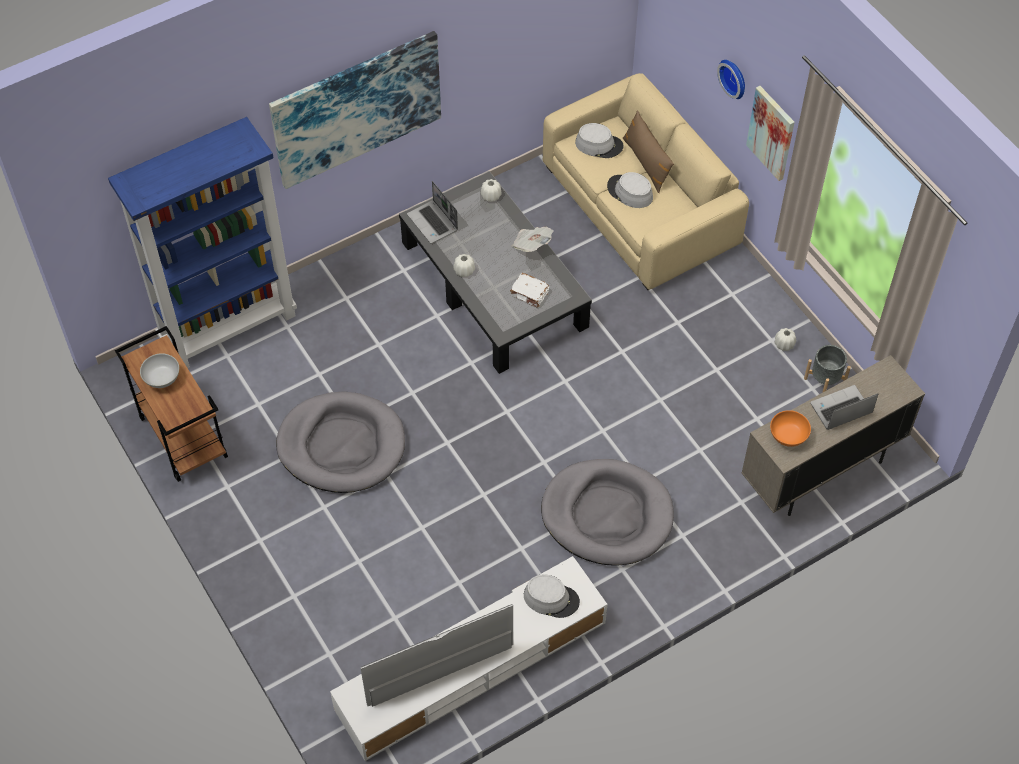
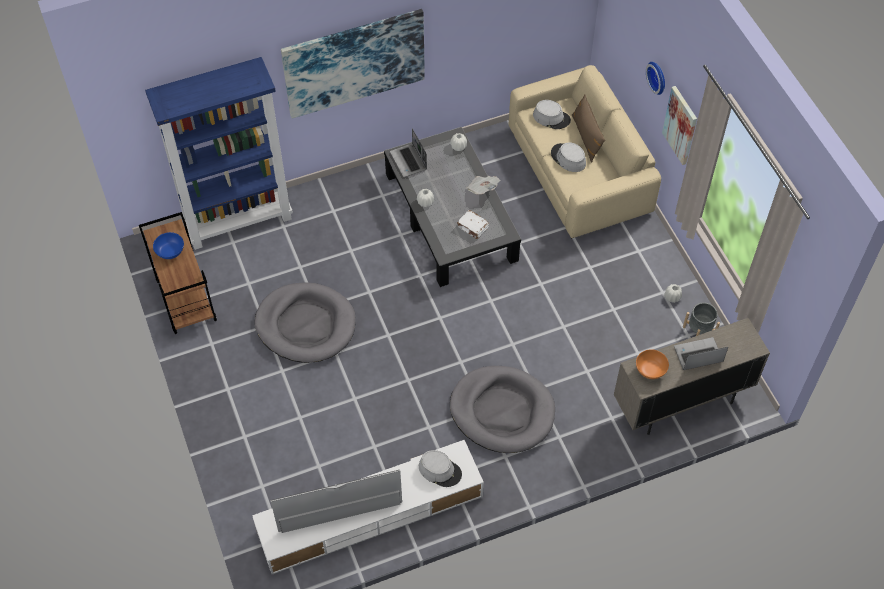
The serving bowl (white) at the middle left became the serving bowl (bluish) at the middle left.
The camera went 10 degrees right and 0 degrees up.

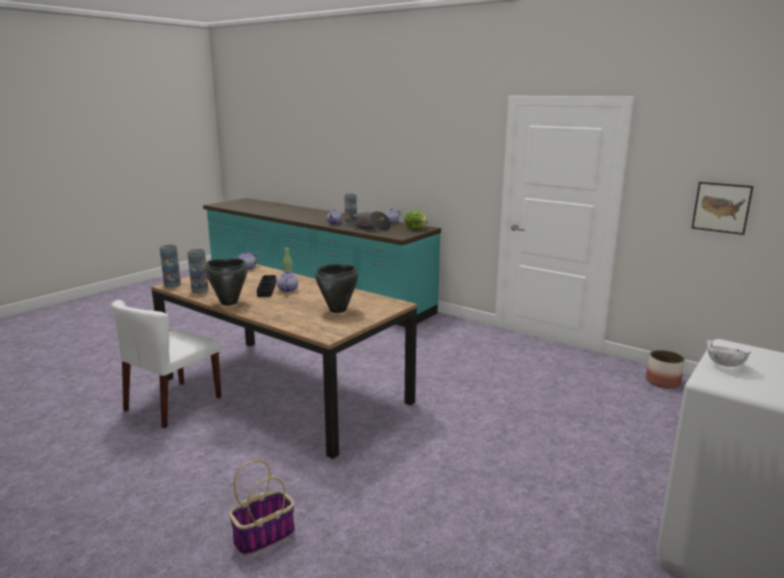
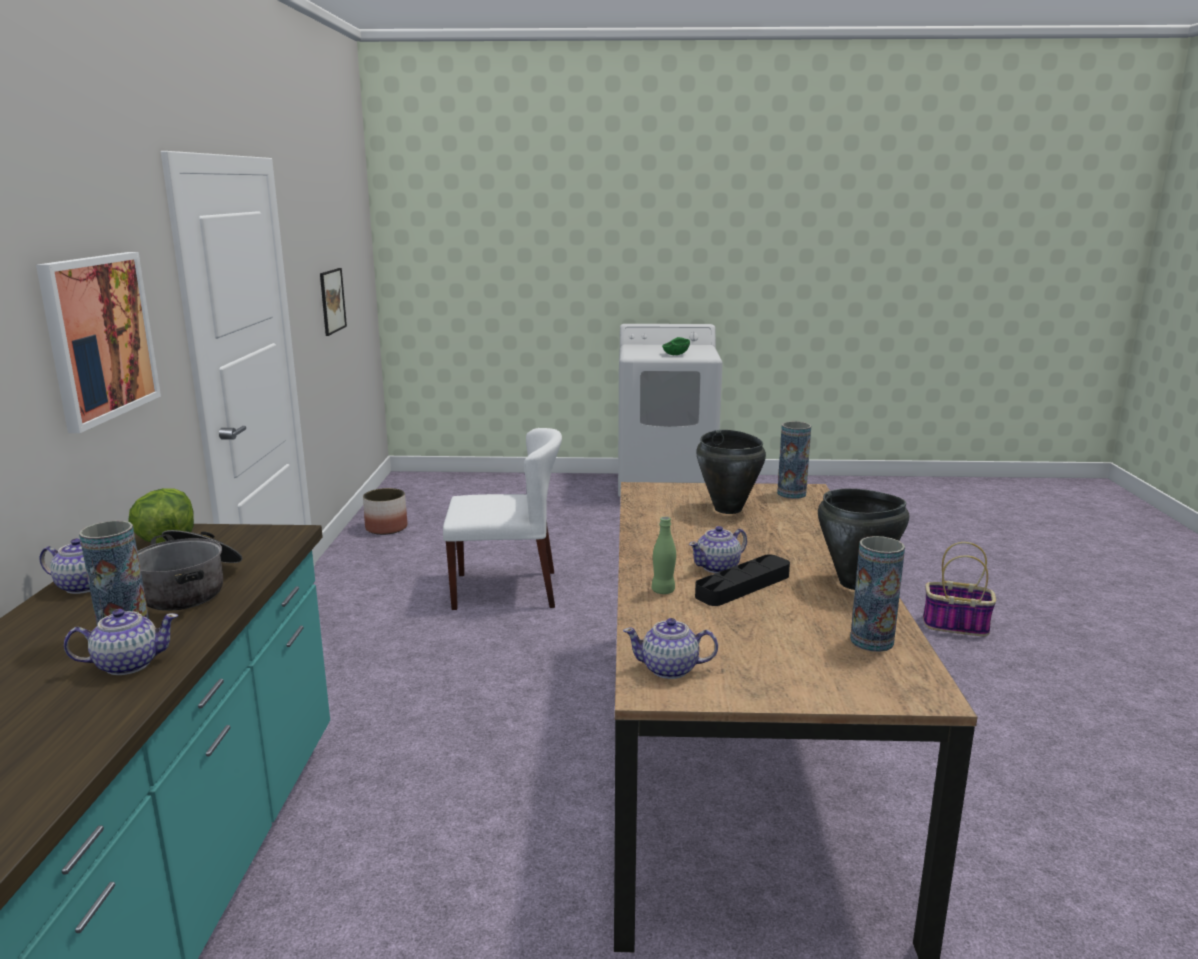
The flower vase (no. 1 from left in the first image) moved from the middle left to the centre.
The chair (white) moved from the middle left to the centre.
The serving bowl (white) at the middle right became the serving bowl (green) at the centre.
The wall picture (no. 1 from left) at the middle left appeared.
The camera went 125 degrees left and 0 degrees up.

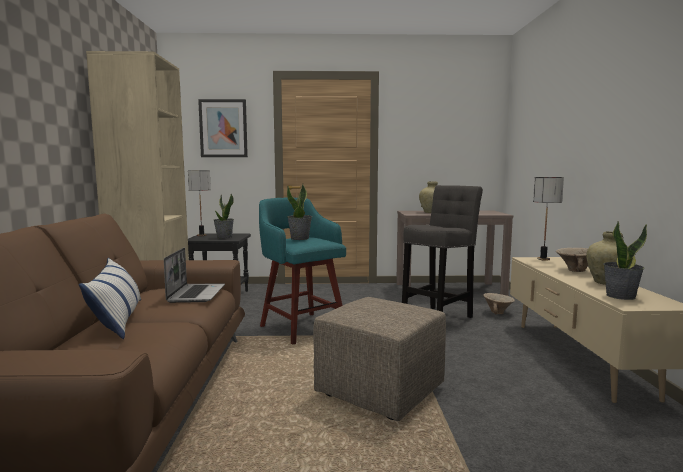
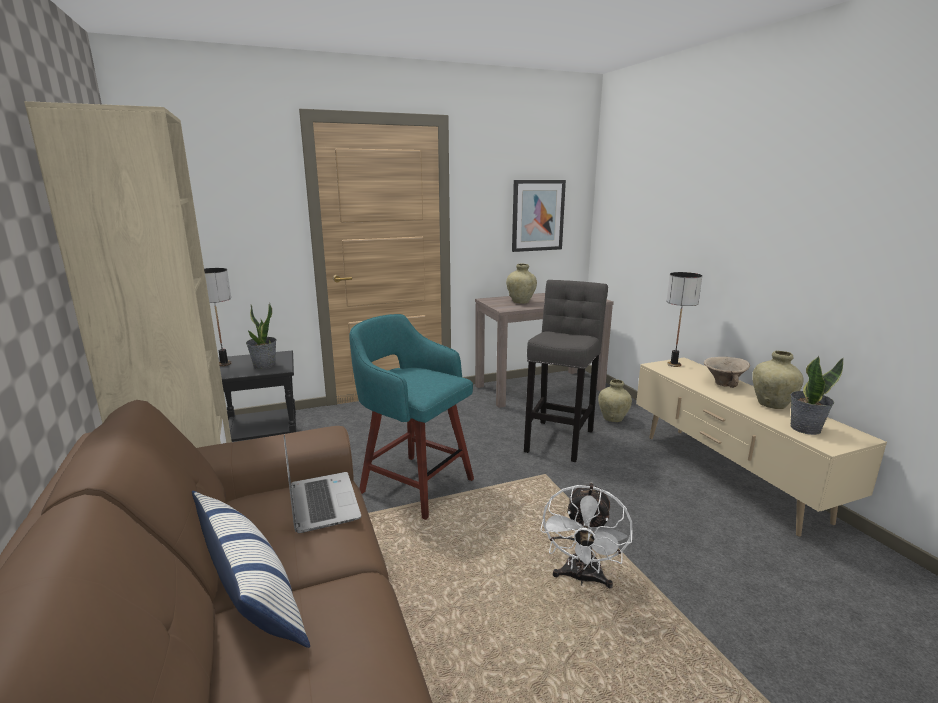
The wall picture moved from the top left to the top centre.
The houseplant (no. 2 from left) at the centre disappeared.
The serving bowl (sand-coloured) (no. 1 from left) at the middle right was replaced by the flower vase (sand-coloured) (no. 2 from left) at the centre.
The pouffe (sand-coloured) at the bottom centre was replaced by the electric fan (white) at the bottom centre.
The camera went 20 degrees left and 10 degrees up.

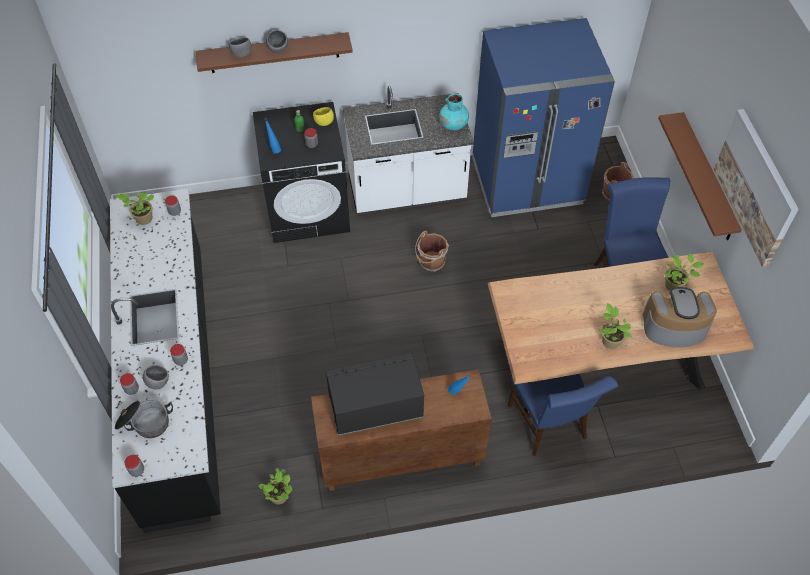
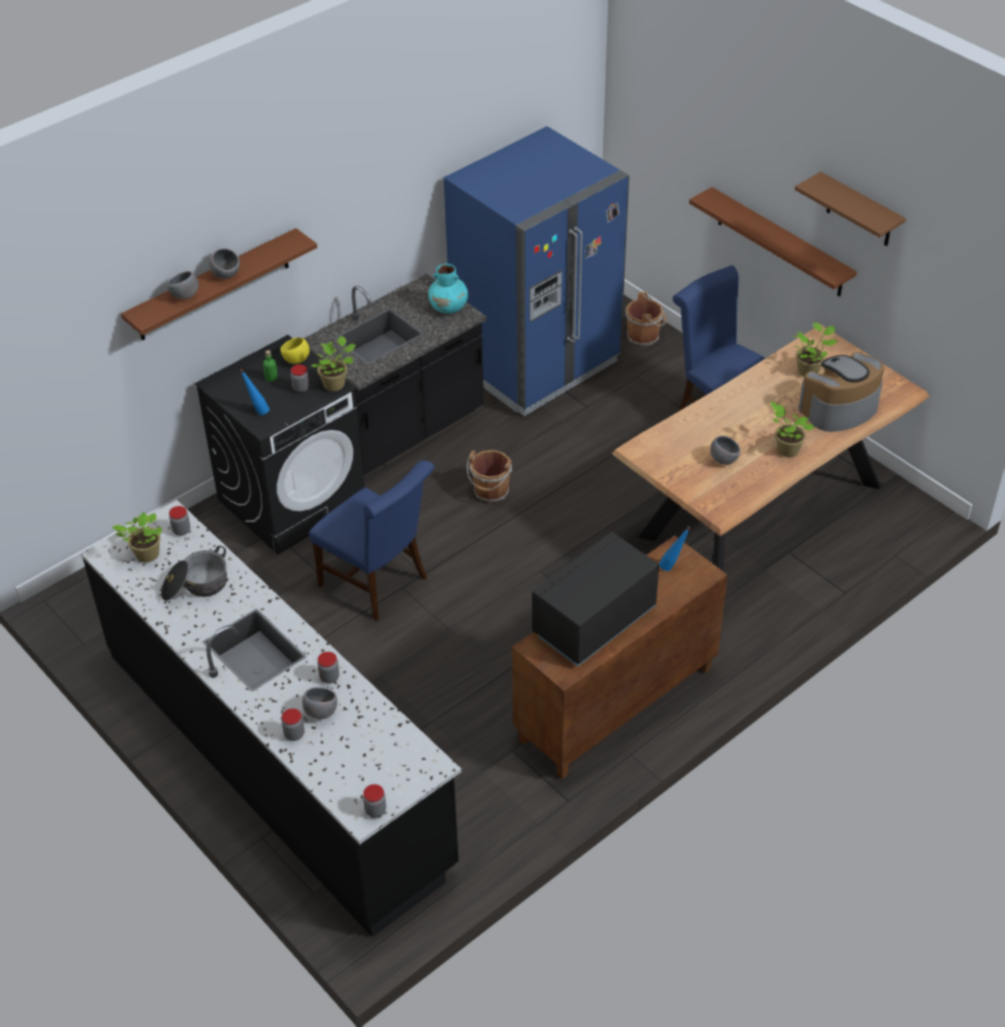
The kitchen counter (white) at the top centre became the kitchen counter (black) (no. 2 from left) at the centre.
The wall picture at the top right was replaced by the bracket shelf (brown-coloured) (no. 3 from left) at the top right.
The chair (bluish) (no. 1 from left) moved from the bottom right to the centre.
The cooking pot moved from the bottom left to the middle left.
The houseplant (no. 2 from left) moved from the bottom centre to the middle left.
The serving bowl (gray) (no. 4 from left) at the middle right appeared.
The camera went 30 degrees left and 10 degrees down.

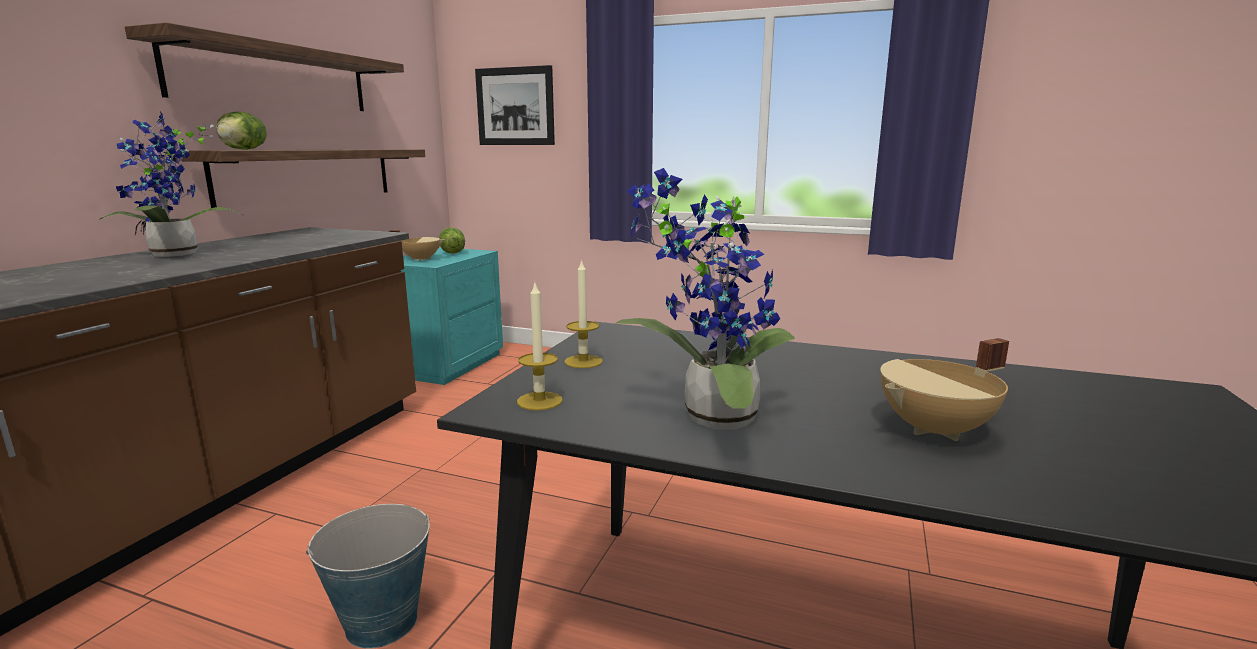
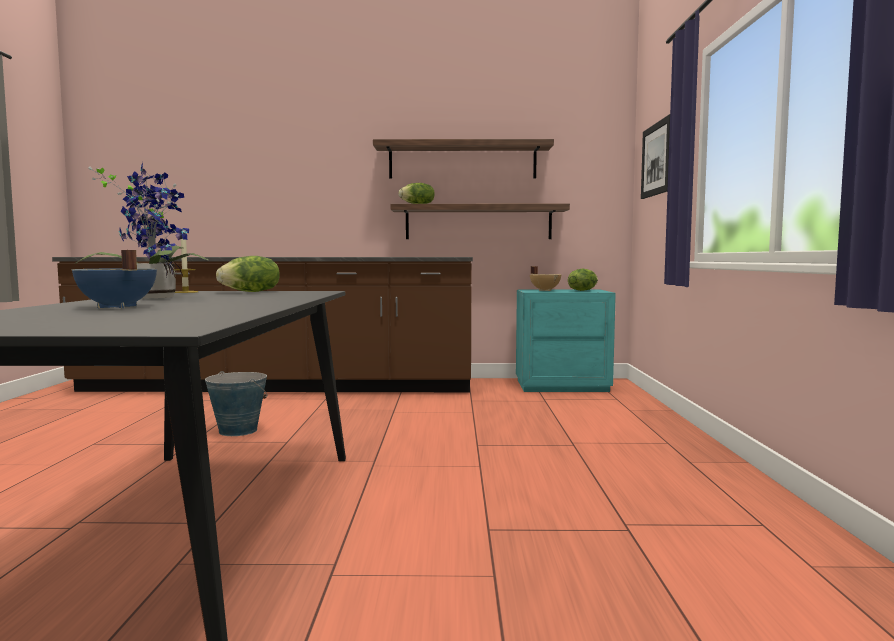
The houseplant (no. 1 from left) at the top left disappeared.
The wax candle (no. 2 from left) at the centre was replaced by the head of lettuce (no. 1 from left) at the middle left.
The cooking pot (sand-coloured) (no. 2 from left) at the middle right became the cooking pot (bluish) at the middle left.
The camera went 70 degrees right and 10 degrees down.

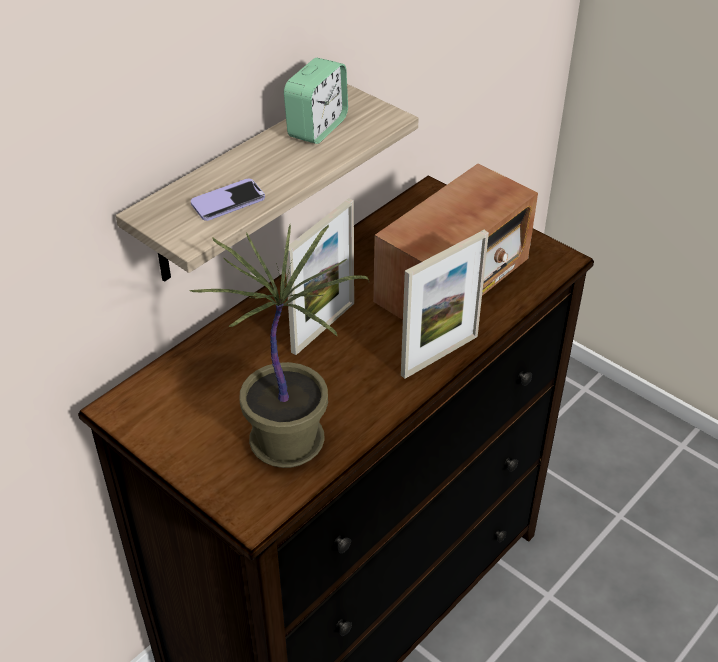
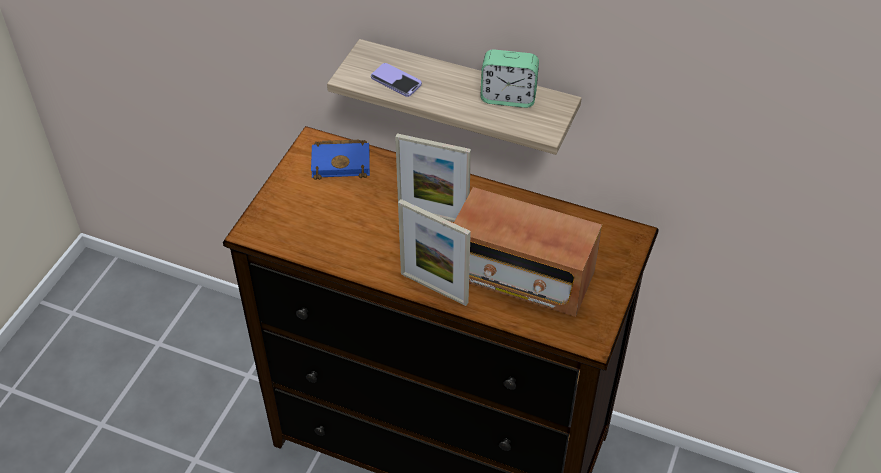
The houseplant at the centre disappeared.
The volume (bluish) at the centre appeared.
The camera went 70 degrees right and 5 degrees up.

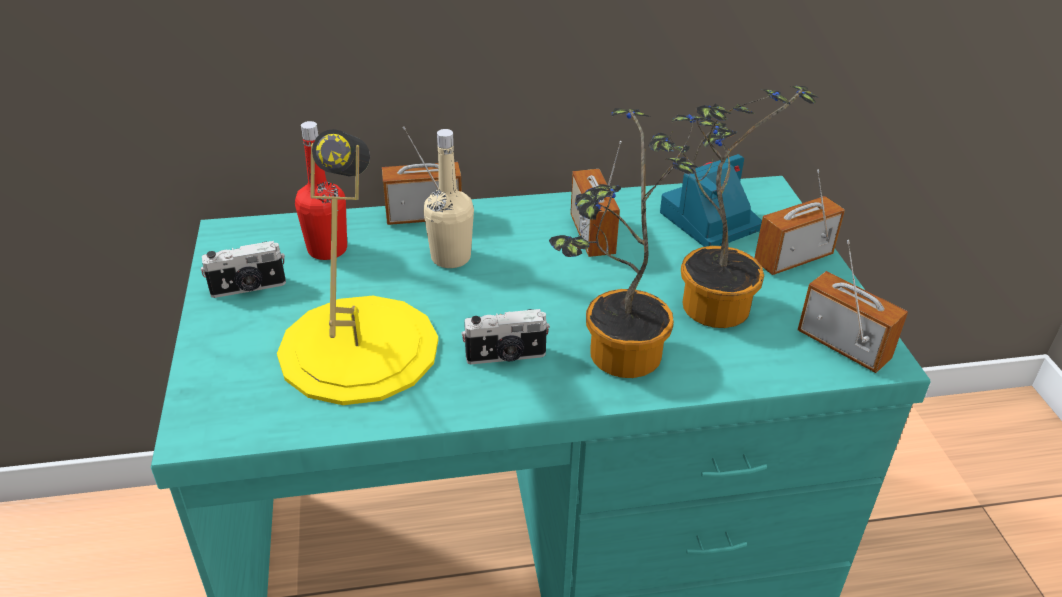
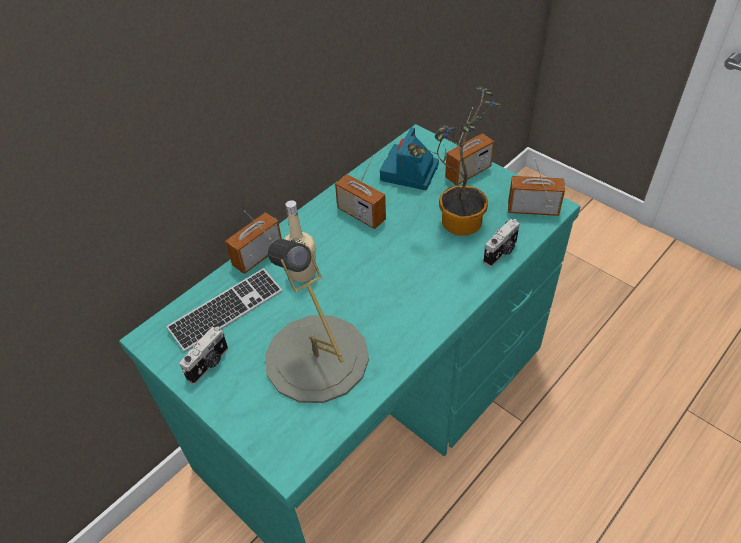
The houseplant (no. 1 from left) at the centre disappeared.
The bottle (red) at the top left was replaced by the computer keyboard at the middle left.
The lamp for a table (yellowish) at the centre became the lamp for a table (gray) at the centre.
The radio receiver (no. 3 from left) at the middle right turned 150 degrees counterclockwise.
The photo camera (no. 2 from left in the first image) moved from the centre to the middle right.
The camera went 35 degrees left and 10 degrees up.

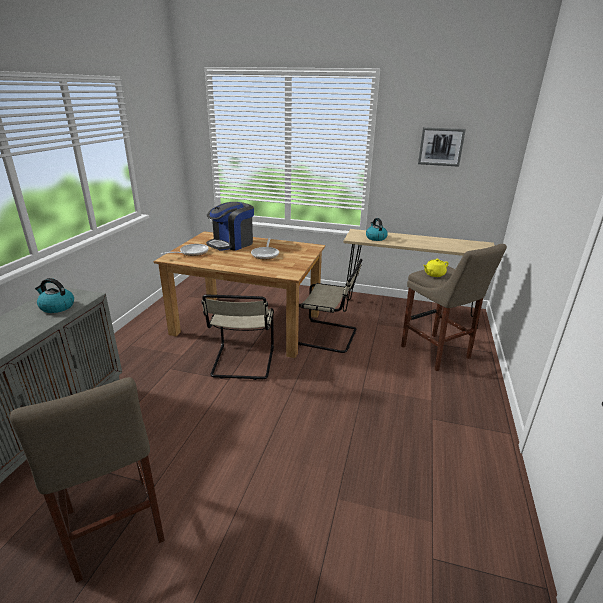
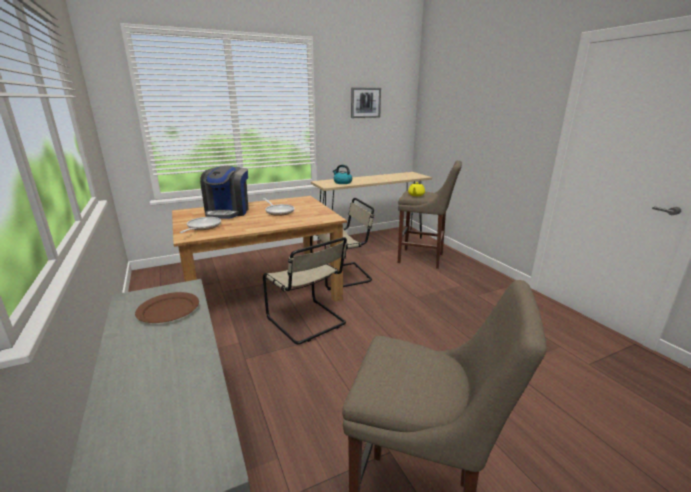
The tea kettle (no. 1 from left) at the middle left was replaced by the plate (brown-coloured) at the middle left.
The camera went 40 degrees left and 5 degrees down.

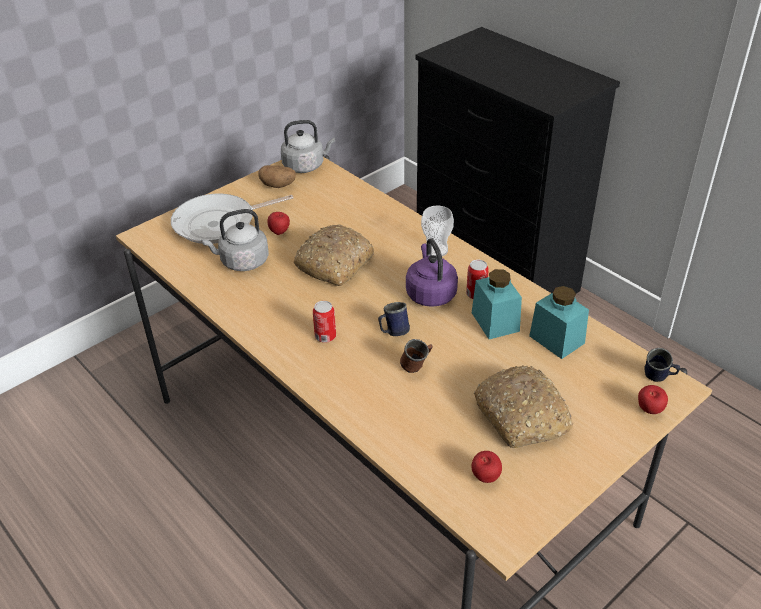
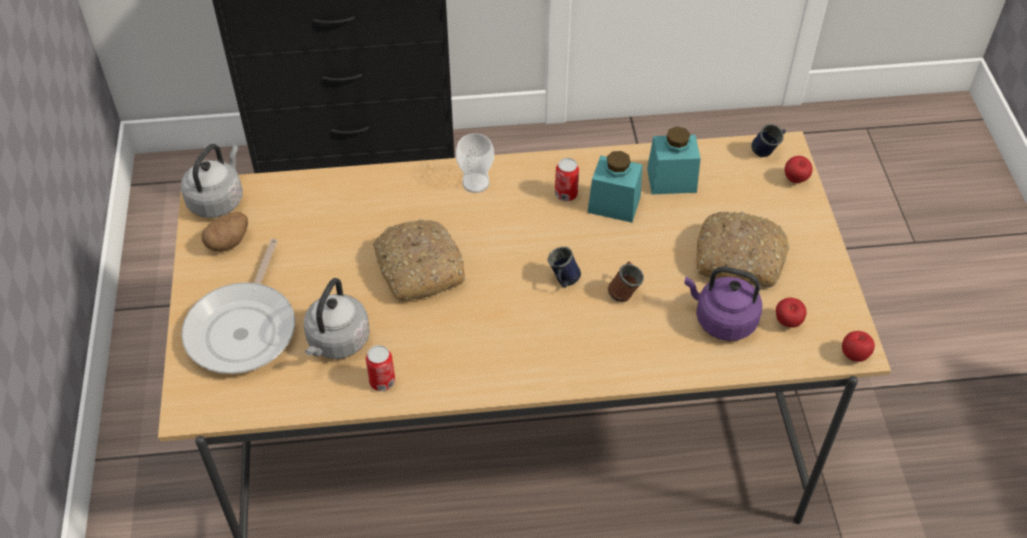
The apple (no. 1 from left in the first image) moved from the centre to the middle right.
The tea kettle (purplish) moved from the centre to the middle right.
The metal can (no. 1 from left) moved from the centre to the bottom centre.
The camera went 55 degrees left and 10 degrees up.

